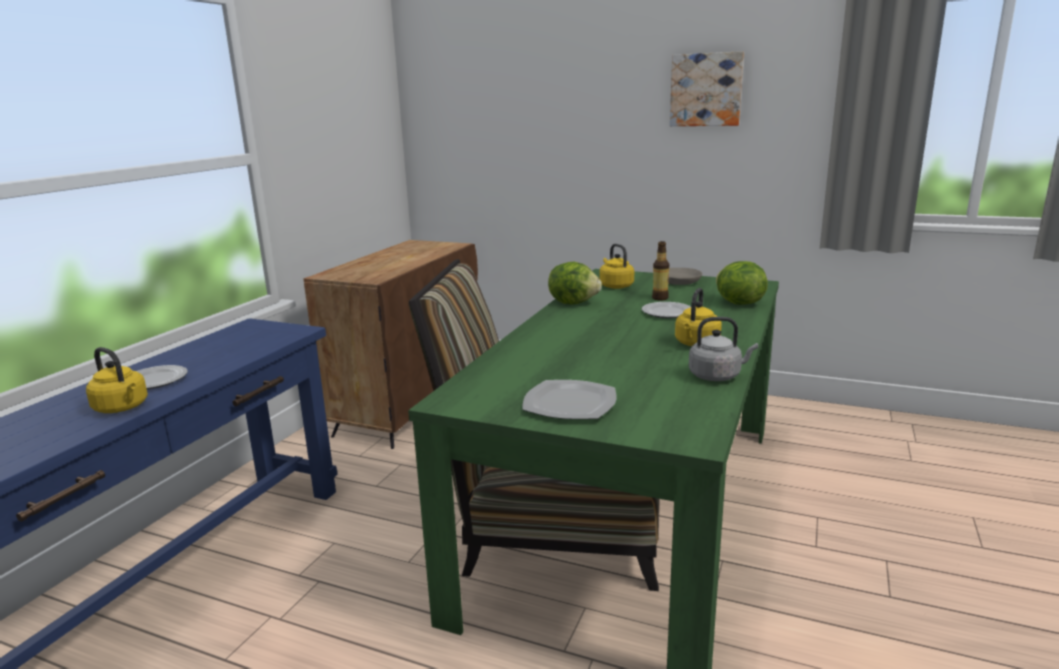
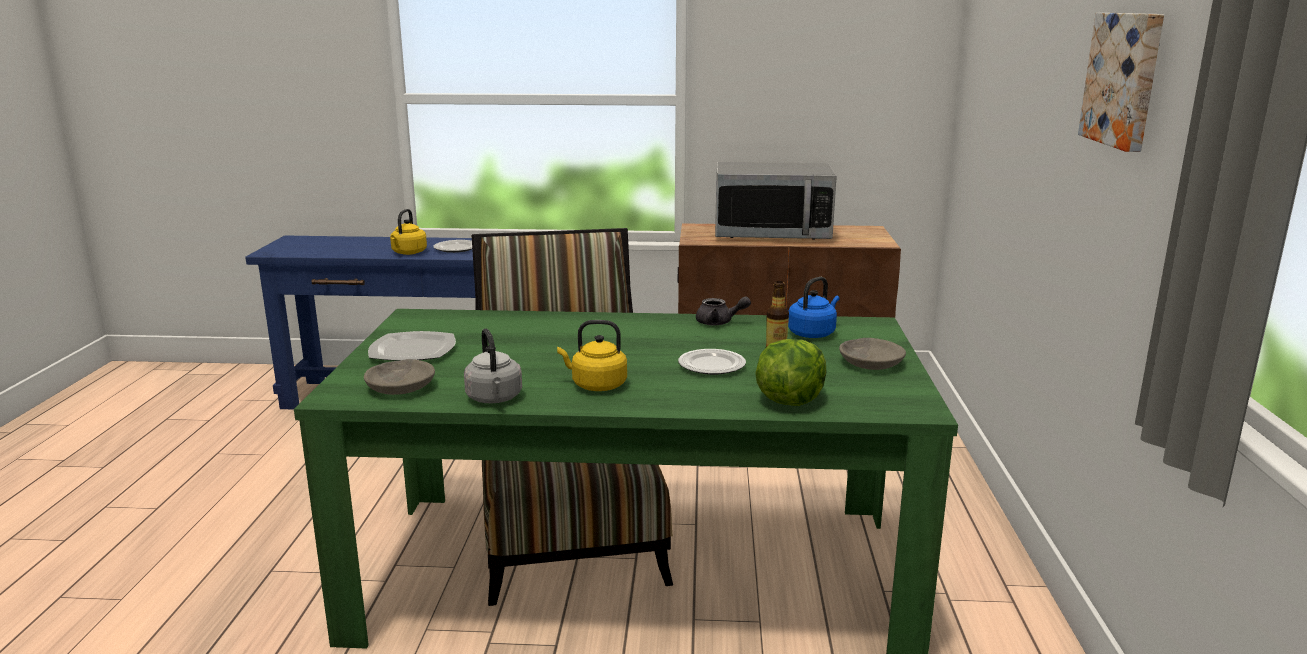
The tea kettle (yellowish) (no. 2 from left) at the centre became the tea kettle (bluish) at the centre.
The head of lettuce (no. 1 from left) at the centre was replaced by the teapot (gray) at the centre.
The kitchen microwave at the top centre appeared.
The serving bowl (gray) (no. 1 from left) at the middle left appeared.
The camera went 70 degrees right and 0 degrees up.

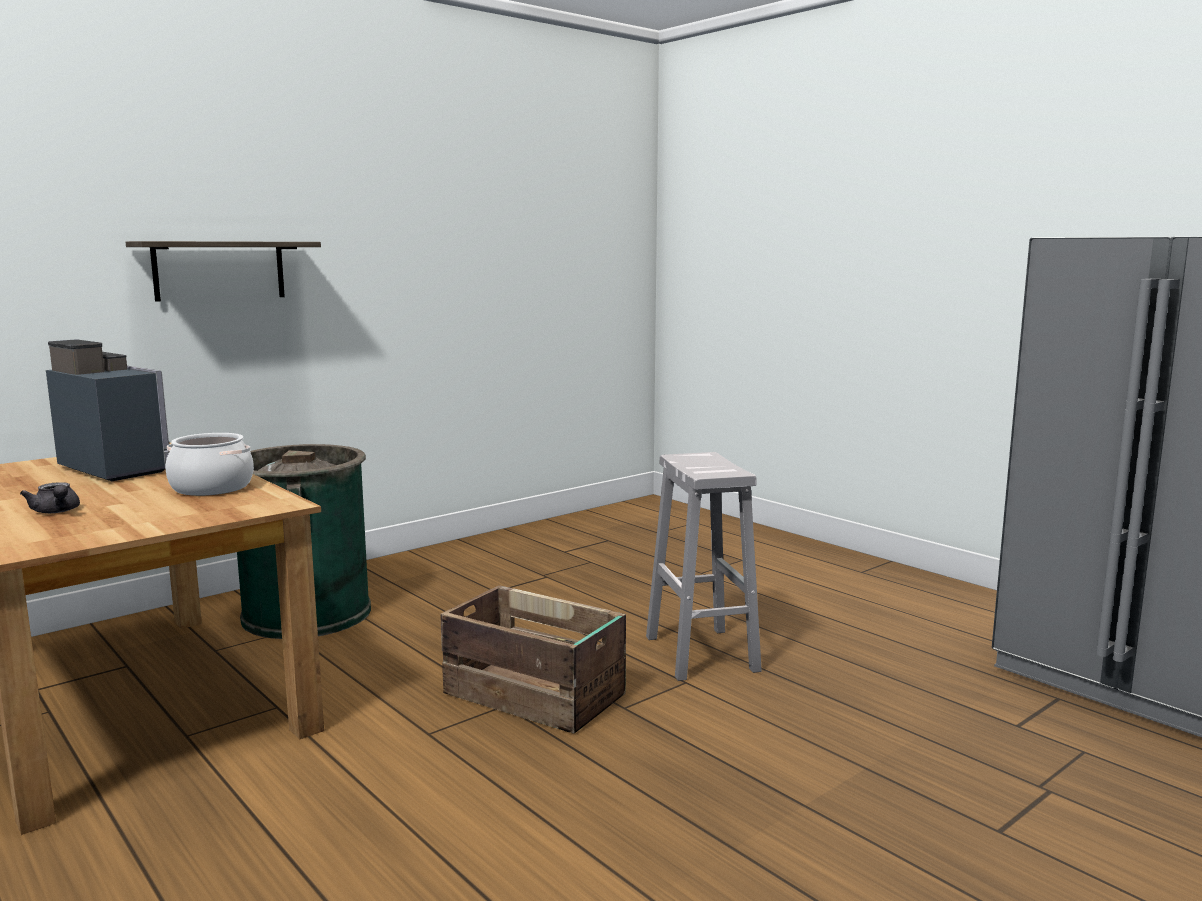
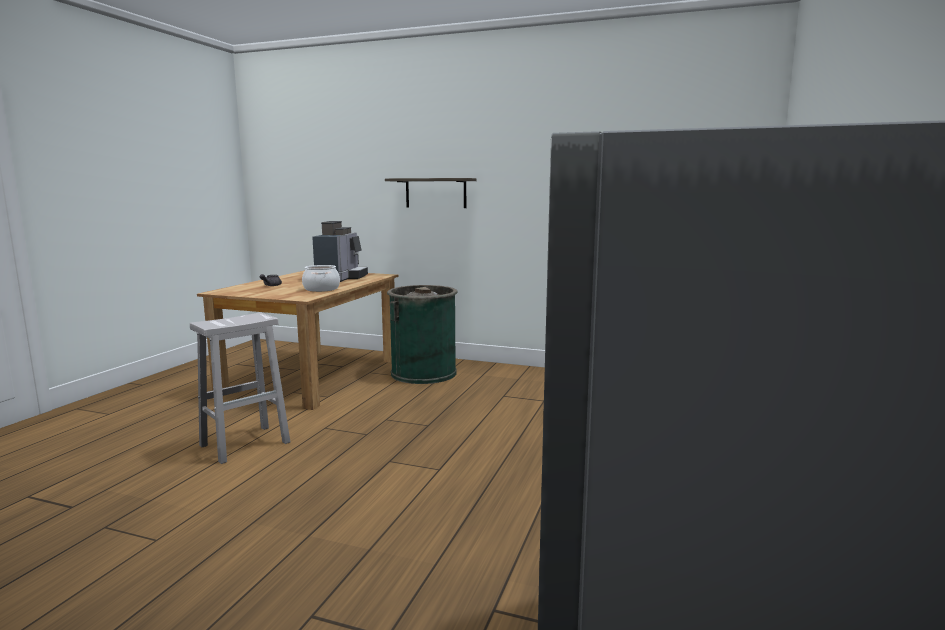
The sitting stool (white) moved from the centre to the middle left.
The shipping crate at the bottom centre disappeared.
The camera went 60 degrees right and 0 degrees up.

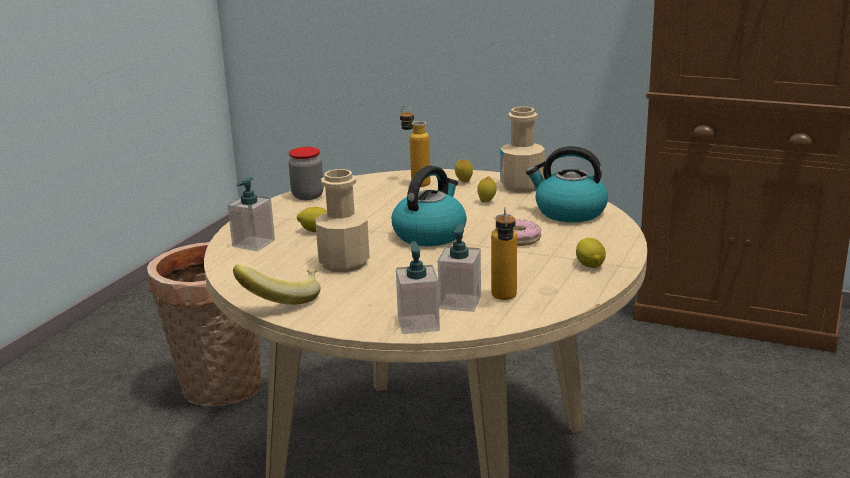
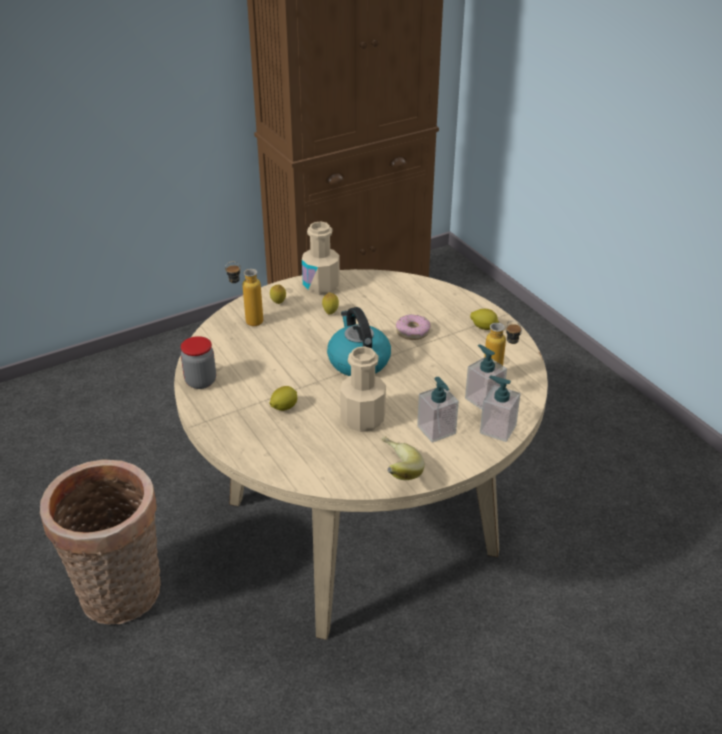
The tea kettle (no. 2 from left) at the middle right disappeared.
The soap dispenser (no. 1 from left) moved from the middle left to the centre.
The camera went 55 degrees left and 15 degrees up.

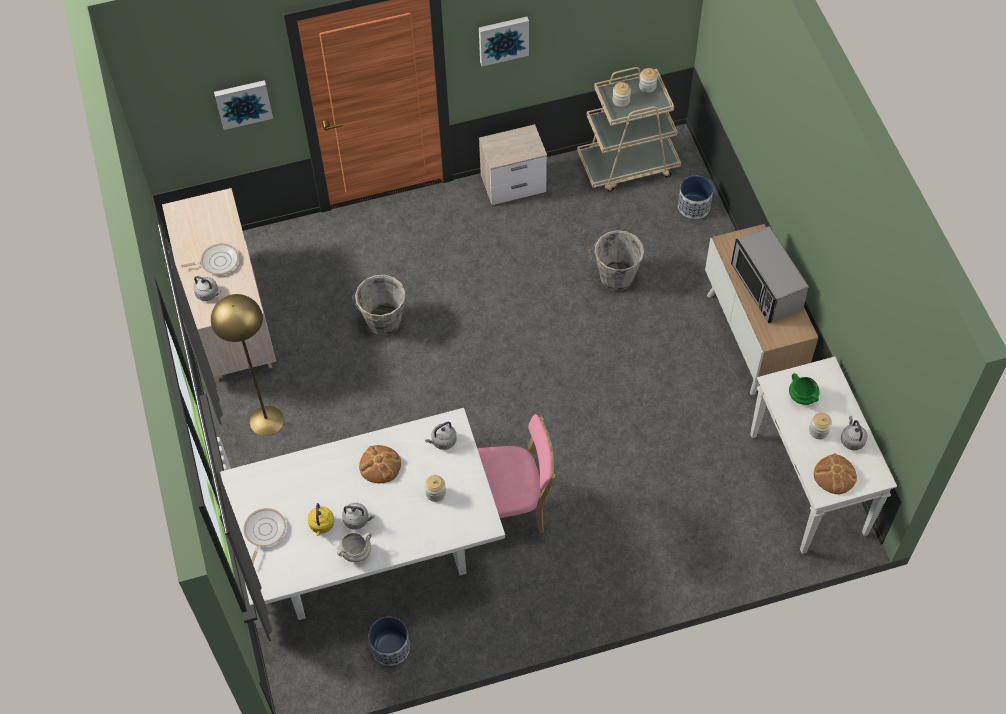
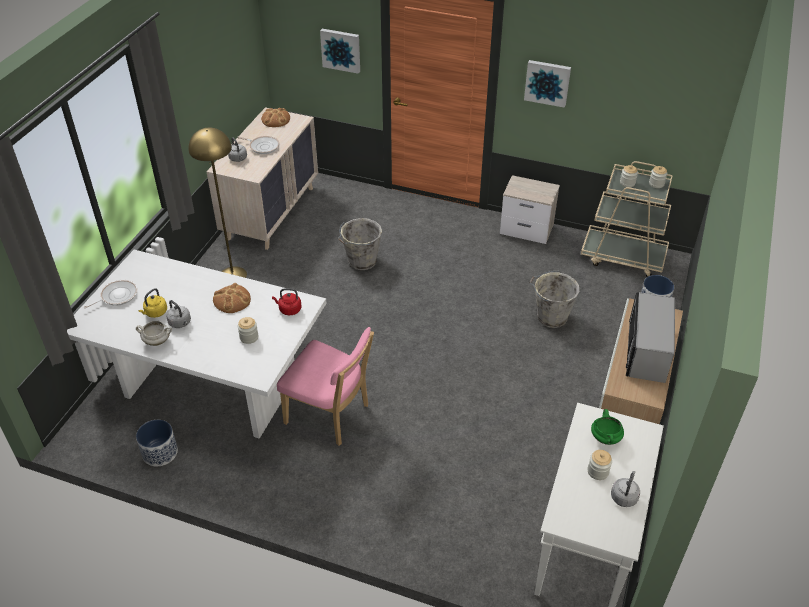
The tea kettle (gray) (no. 3 from left) at the centre became the tea kettle (red) at the centre.
The bread (no. 2 from left) moved from the middle right to the top centre.
The camera went 35 degrees right and 15 degrees down.

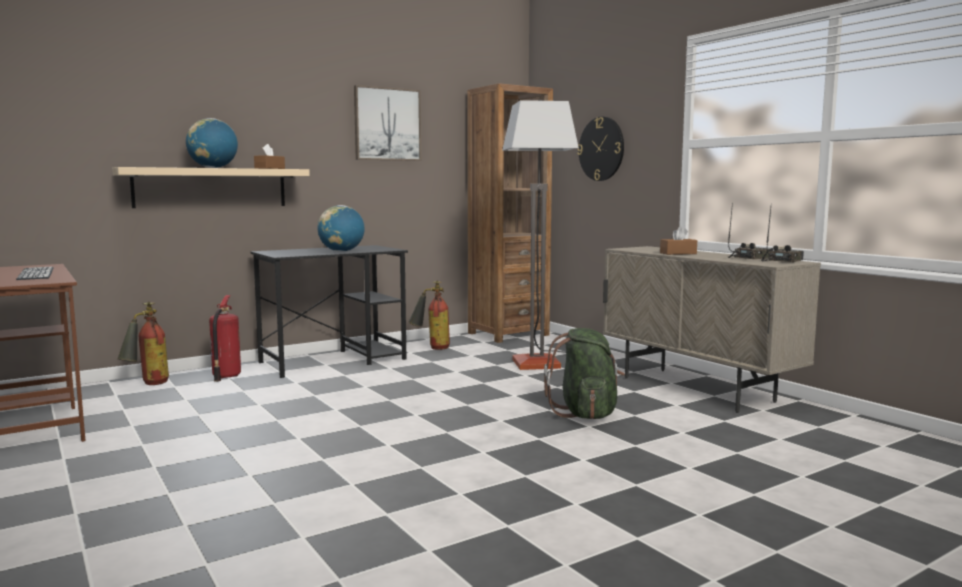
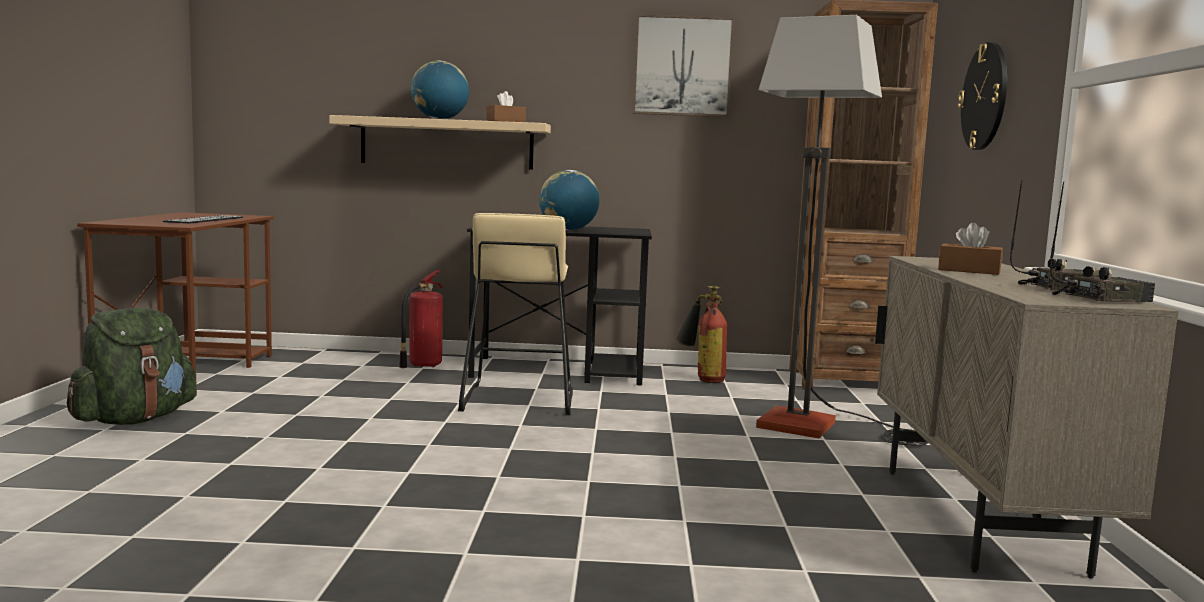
The fire-fighting cylinder (no. 1 from left) at the middle left disappeared.
The knapsack (green) moved from the centre to the middle left.
The sitting stool (sand-coloured) at the centre appeared.
The camera went 35 degrees right and 0 degrees up.

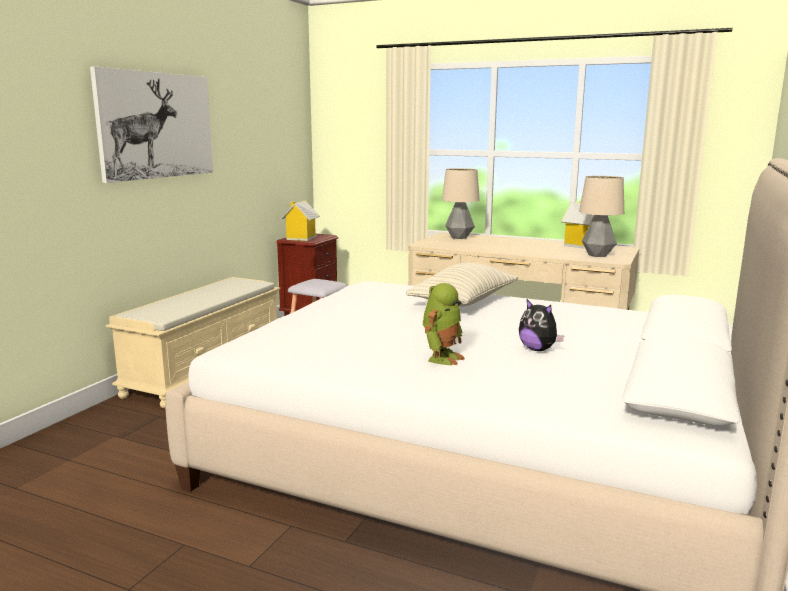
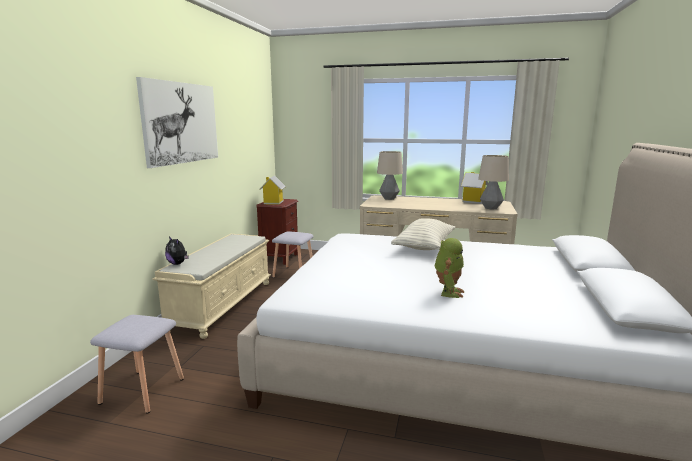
The soft toy moved from the middle right to the middle left.
The sitting stool (gray) (no. 1 from left) at the bottom left appeared.
The camera went 10 degrees left and 0 degrees up.

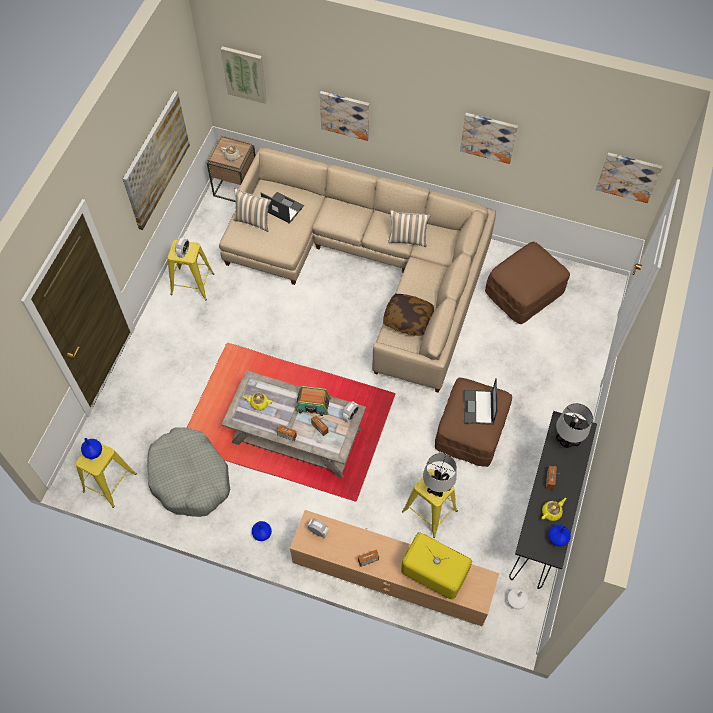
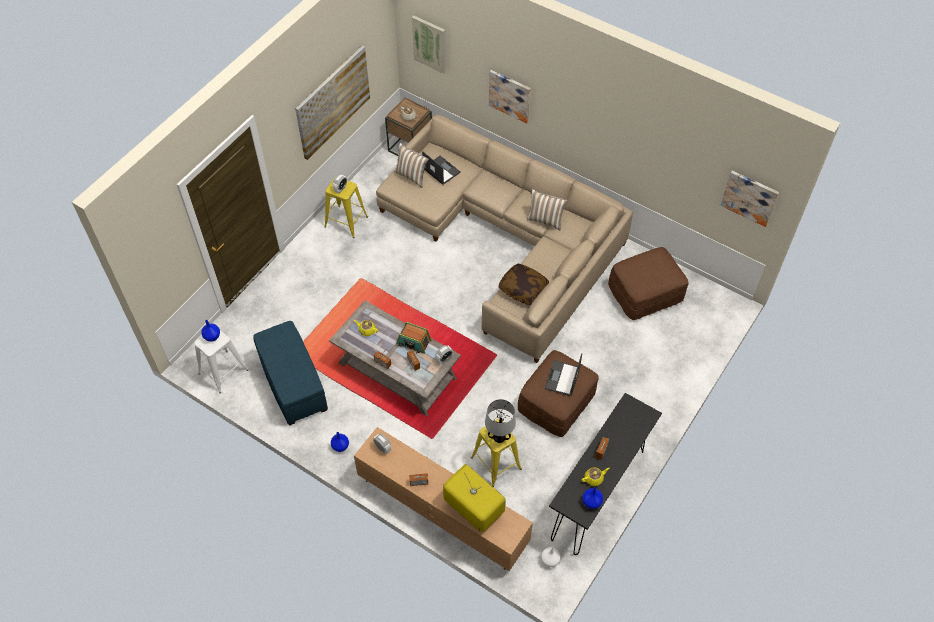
The wall picture (no. 4 from left) at the top right disappeared.
The lamp for a table (no. 2 from left) at the middle right disappeared.
The pet bed (gray) at the middle left was replaced by the pouffe (bluish) at the middle left.
The sitting stool (yellowish) (no. 1 from left) at the middle left became the sitting stool (white) at the middle left.
The camera went 15 degrees right and 5 degrees down.

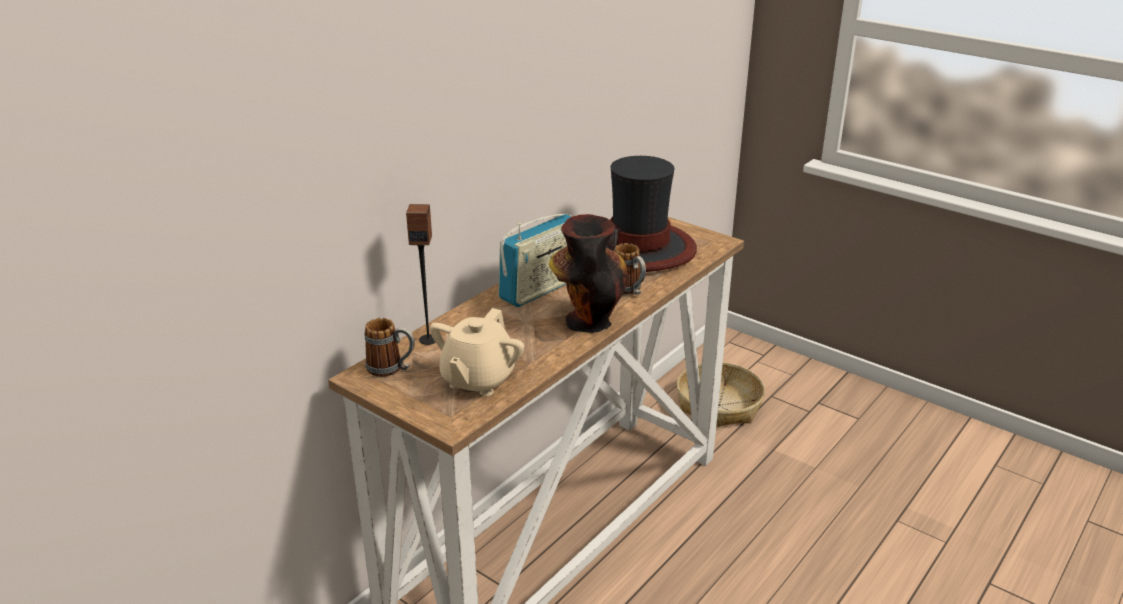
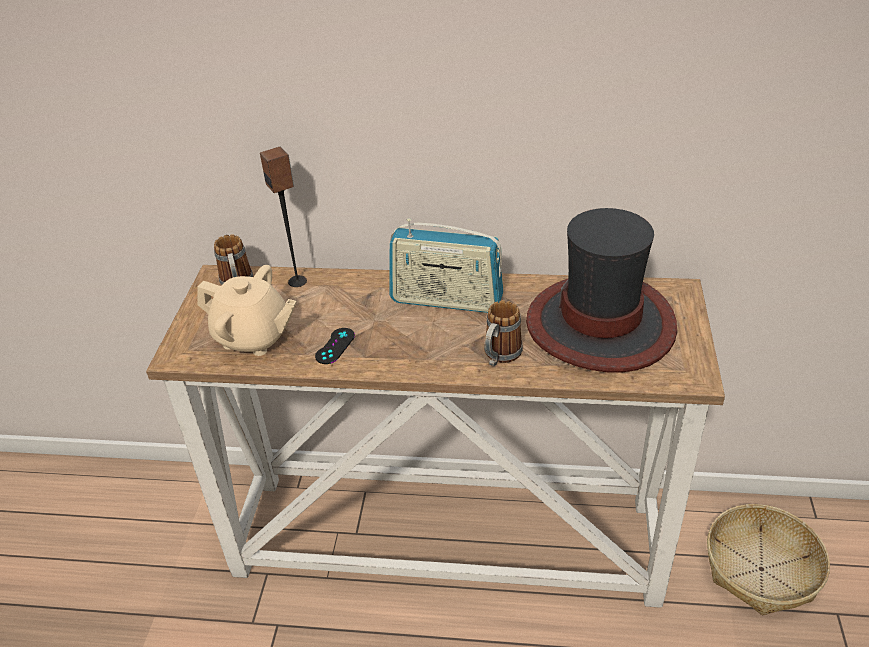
The flower vase at the centre disappeared.
The teapot (sand-coloured) at the centre turned 150 degrees counterclockwise.
The gamepad (black) at the centre appeared.
The camera went 60 degrees right and 10 degrees up.

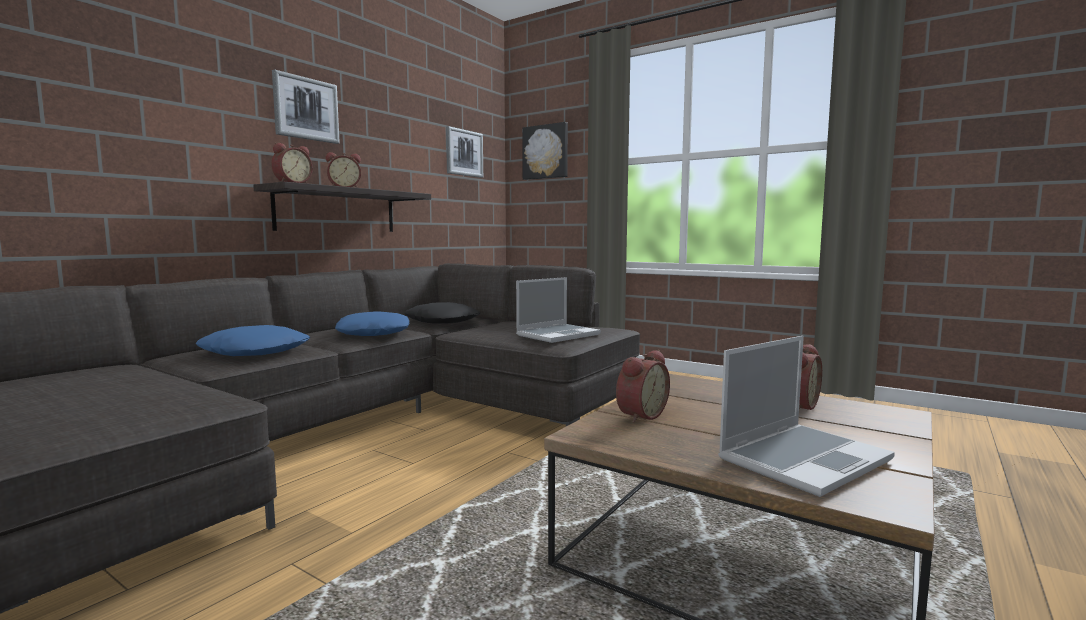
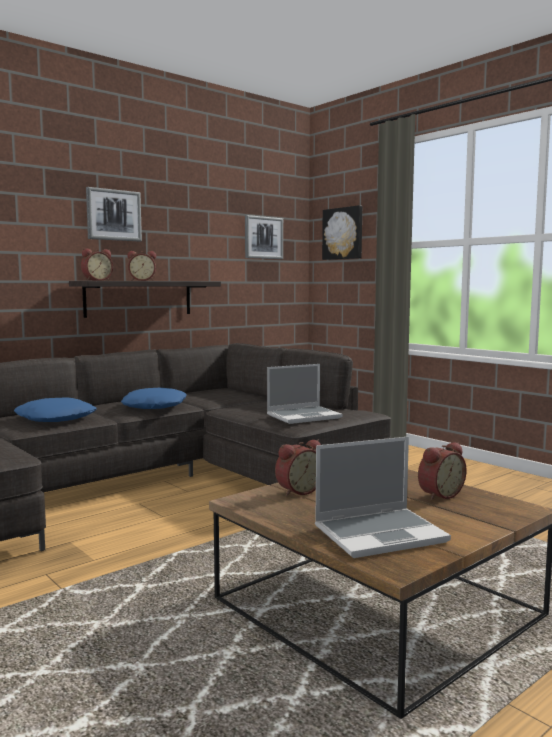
The throw pillow (black) at the centre disappeared.
The camera went 15 degrees right and 0 degrees up.

